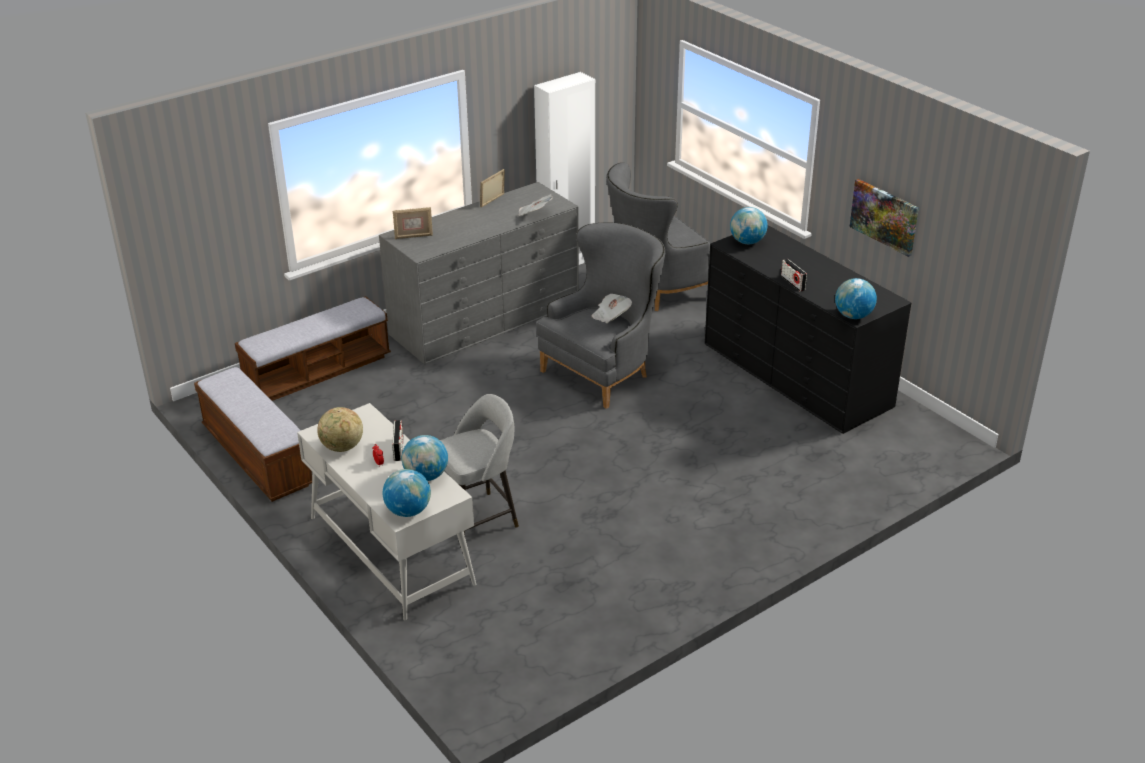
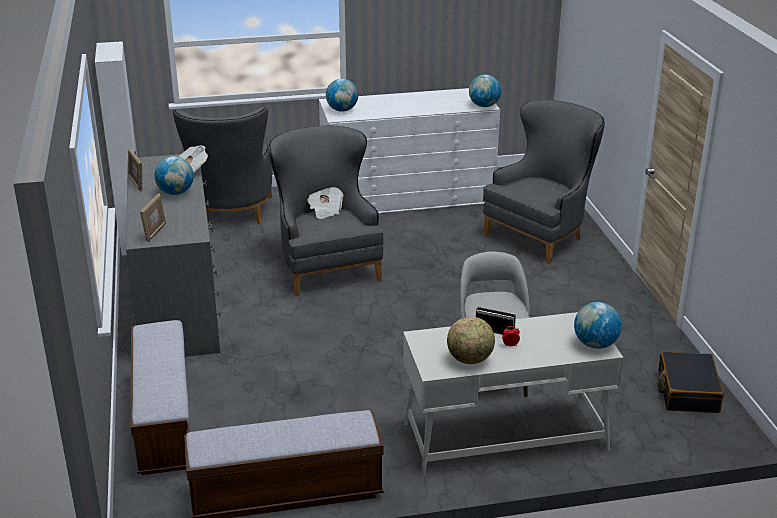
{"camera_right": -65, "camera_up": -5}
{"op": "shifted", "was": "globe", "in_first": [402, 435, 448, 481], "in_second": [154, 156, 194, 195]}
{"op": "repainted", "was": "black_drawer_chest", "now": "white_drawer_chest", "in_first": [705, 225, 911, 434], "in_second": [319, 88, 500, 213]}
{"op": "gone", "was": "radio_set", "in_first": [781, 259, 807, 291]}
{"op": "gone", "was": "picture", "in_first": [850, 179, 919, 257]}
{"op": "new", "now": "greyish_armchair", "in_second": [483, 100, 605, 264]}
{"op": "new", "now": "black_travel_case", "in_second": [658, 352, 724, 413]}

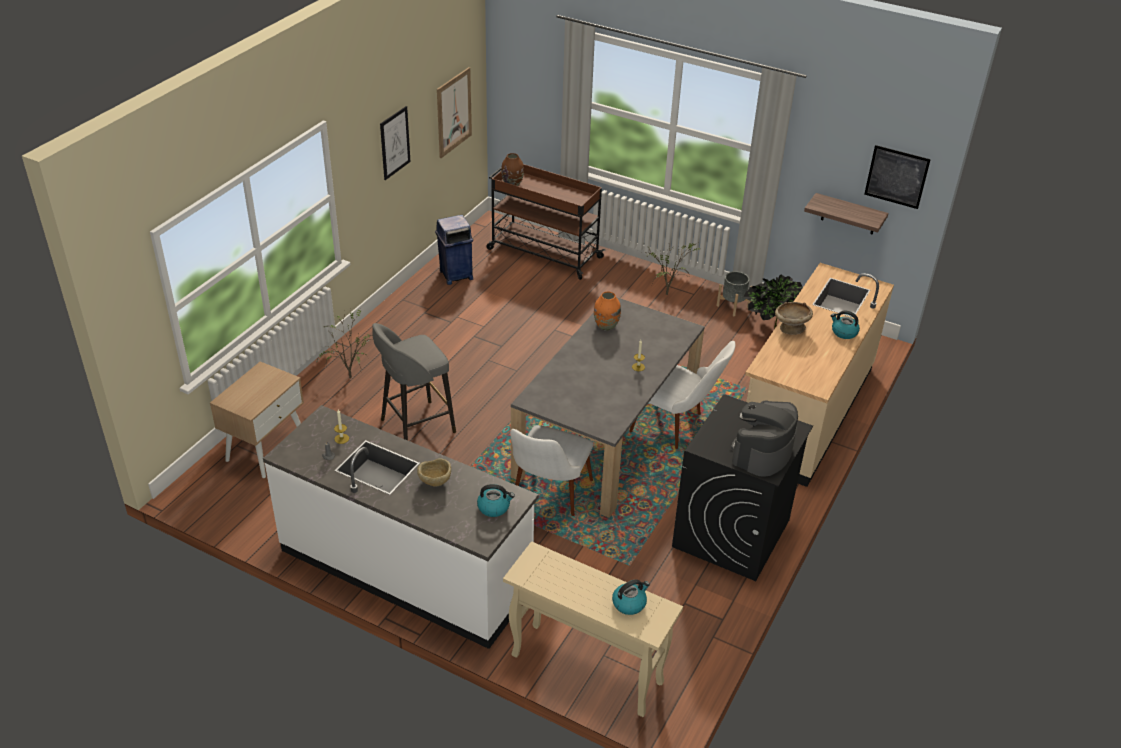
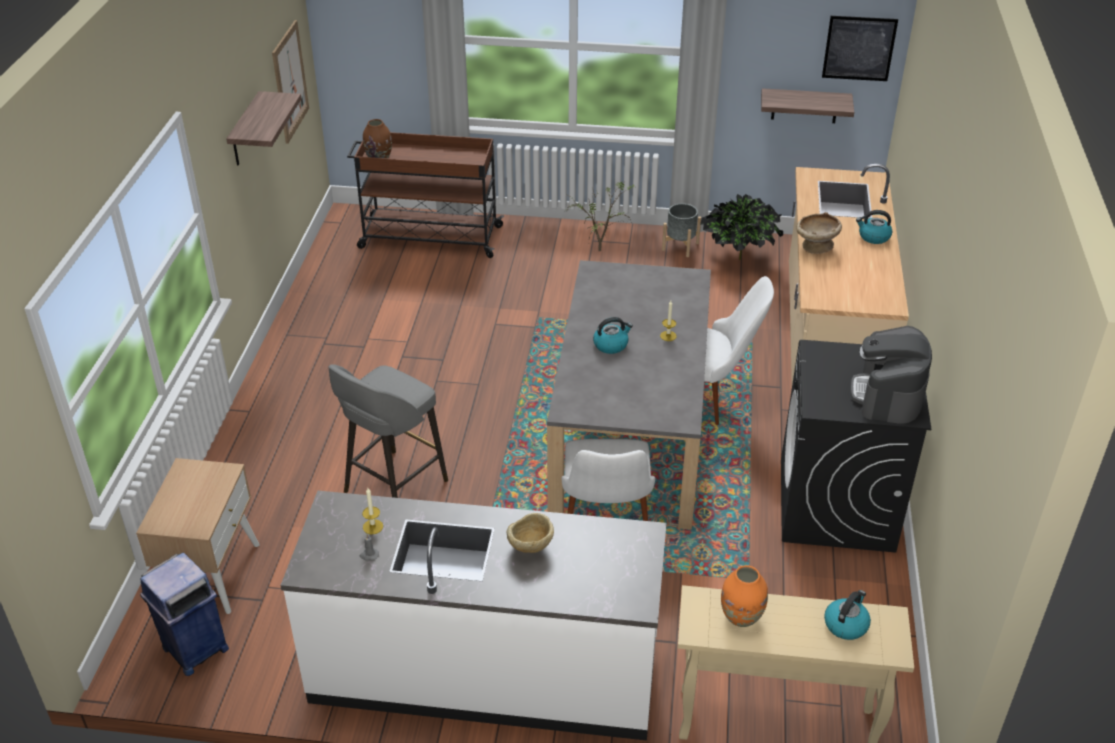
{"camera_right": -20, "camera_up": 0}
{"op": "gone", "was": "potted_plant", "in_first": [316, 308, 373, 379]}
{"op": "swapped", "was": "picture", "now": "wall_shelf", "in_first": [380, 106, 410, 180], "in_second": [226, 91, 302, 165]}
{"op": "shifted", "was": "blue-coloured_trash_can", "in_first": [435, 215, 473, 285], "in_second": [140, 553, 229, 676]}
{"op": "shifted", "was": "kettle", "in_first": [477, 484, 515, 517], "in_second": [593, 317, 633, 354]}
{"op": "shifted", "was": "orange-coloured_decorative_vase", "in_first": [594, 292, 621, 331], "in_second": [721, 565, 768, 627]}

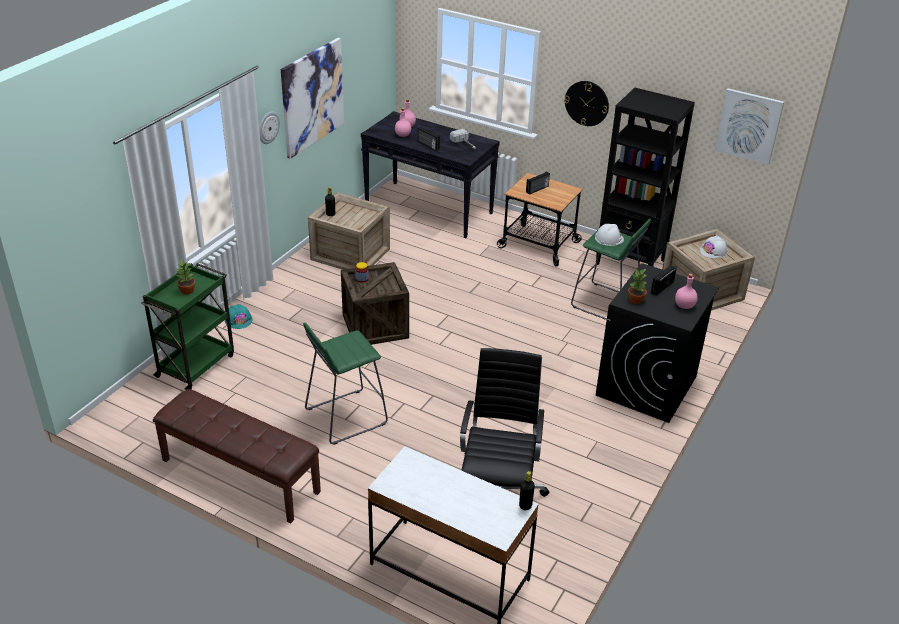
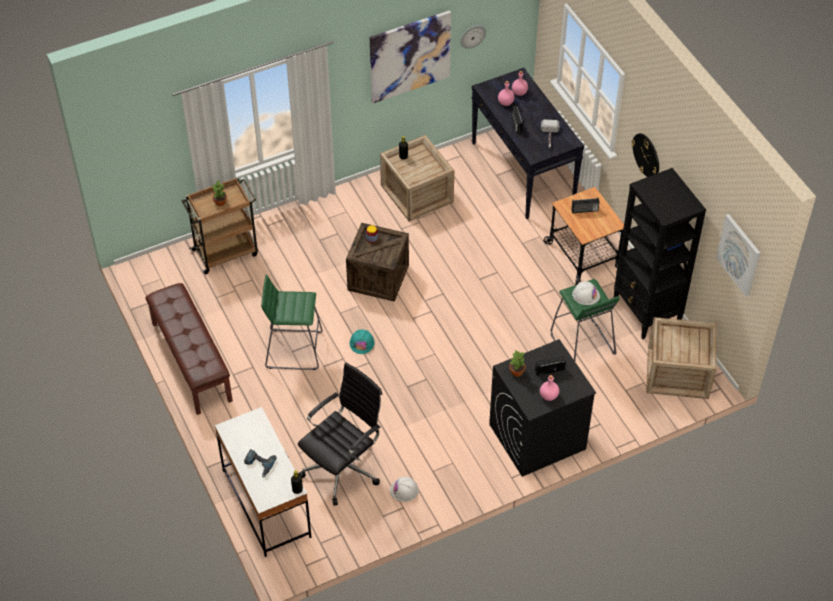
{"camera_right": 35, "camera_up": 15}
{"op": "repainted", "was": "green-coloured_trolley", "now": "brownish_trolley", "in_first": [141, 263, 234, 390], "in_second": [182, 177, 258, 274]}
{"op": "shifted", "was": "turquoise-coloured_hard_hat", "in_first": [225, 304, 252, 329], "in_second": [350, 330, 375, 354]}
{"op": "shifted", "was": "hanging_clock", "in_first": [259, 111, 280, 144], "in_second": [460, 25, 486, 49]}
{"op": "shifted", "was": "white_hard_hat", "in_first": [700, 235, 728, 258], "in_second": [390, 477, 419, 502]}
{"op": "new", "now": "drill", "in_second": [244, 449, 277, 478]}

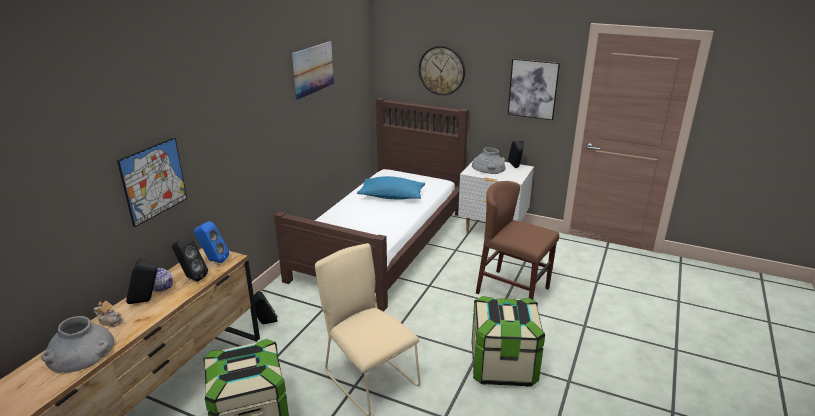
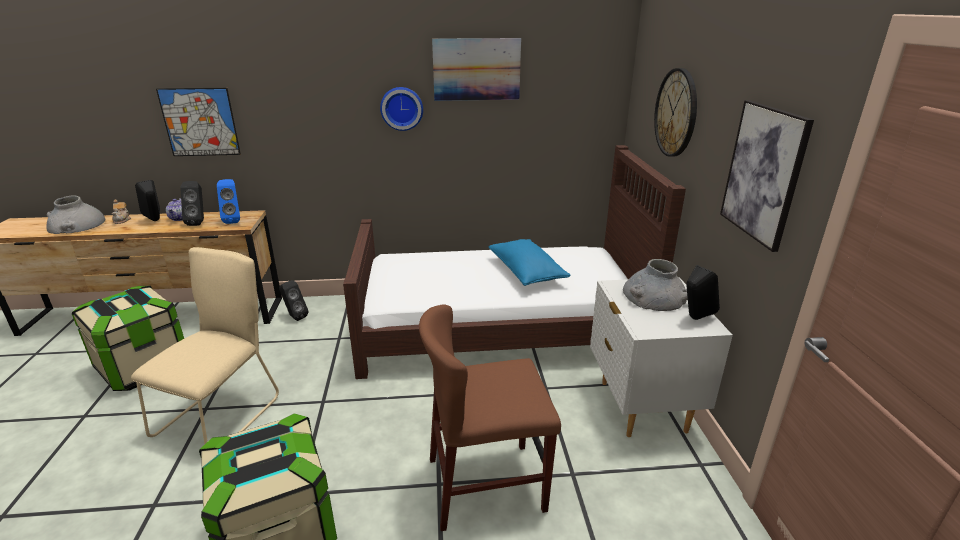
{"camera_right": 60, "camera_up": 0}
{"op": "rotated", "was": "brownish_plain_chair", "in_first": [476, 181, 559, 300], "in_second": [419, 305, 561, 531], "clockwise": -105}
{"op": "new", "now": "hanging_clock", "in_second": [380, 87, 423, 131]}

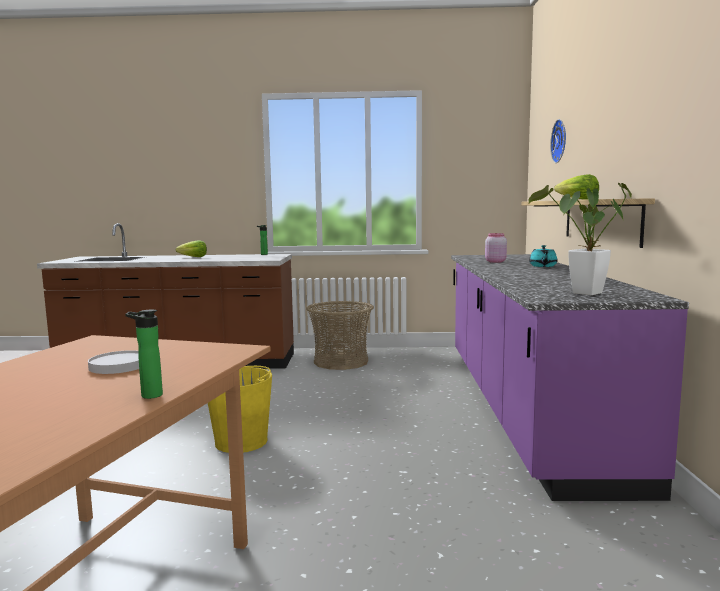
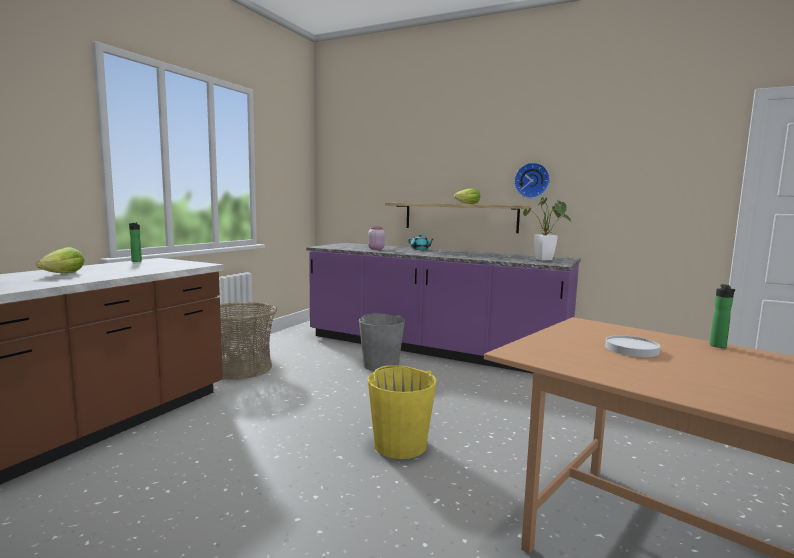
{"camera_right": -65, "camera_up": 0}
{"op": "shifted", "was": "hanging_clock", "in_first": [550, 119, 566, 163], "in_second": [514, 162, 550, 198]}
{"op": "new", "now": "greyish_pail", "in_second": [359, 314, 405, 371]}

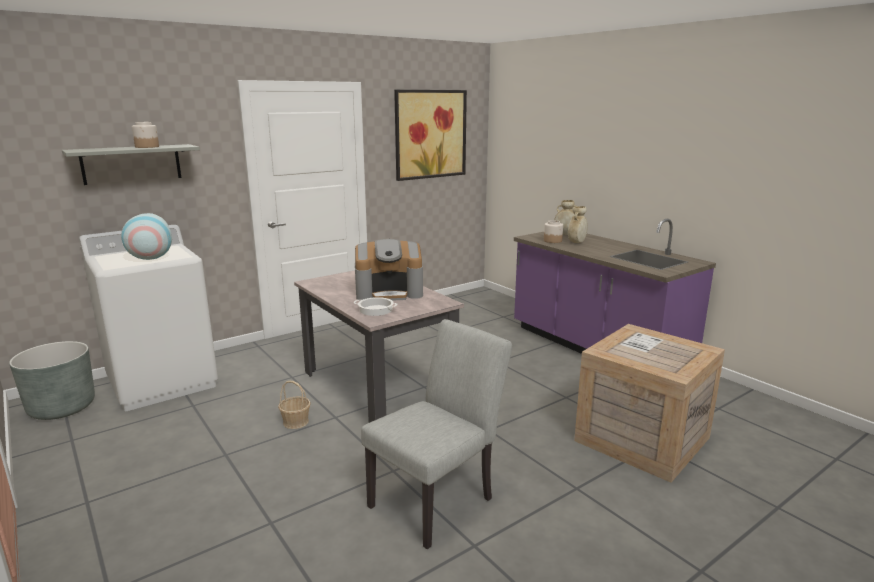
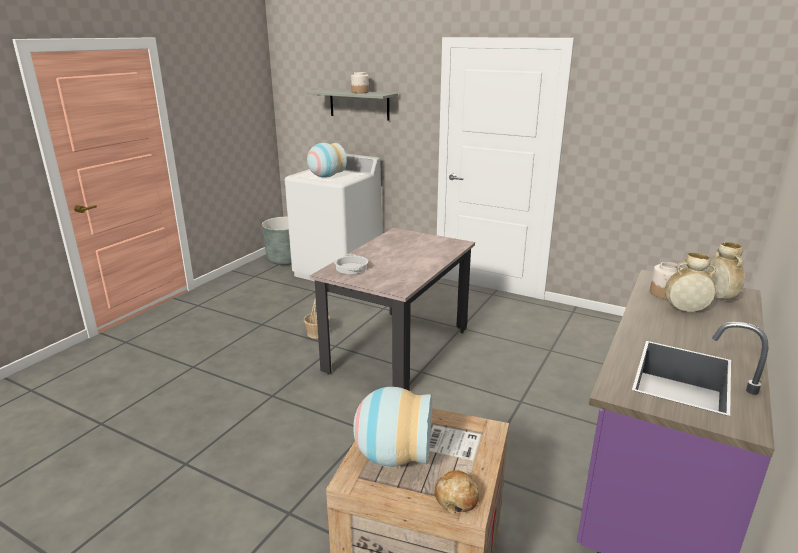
{"camera_right": 65, "camera_up": 5}
{"op": "gone", "was": "coffee_brewer", "in_first": [355, 239, 423, 301]}
{"op": "gone", "was": "greyish_plain_chair", "in_first": [361, 319, 512, 550]}
{"op": "gone", "was": "picture", "in_first": [394, 90, 467, 181]}
{"op": "new", "now": "decorative_vase", "in_second": [353, 387, 432, 467]}
{"op": "new", "now": "bakery_bread", "in_second": [434, 470, 479, 513]}

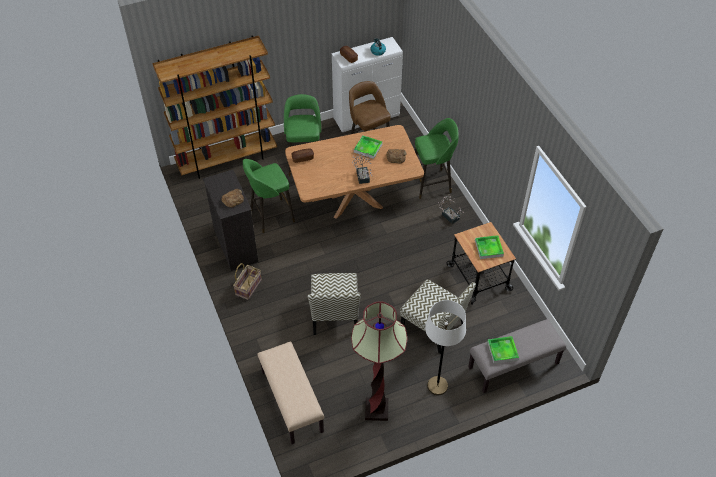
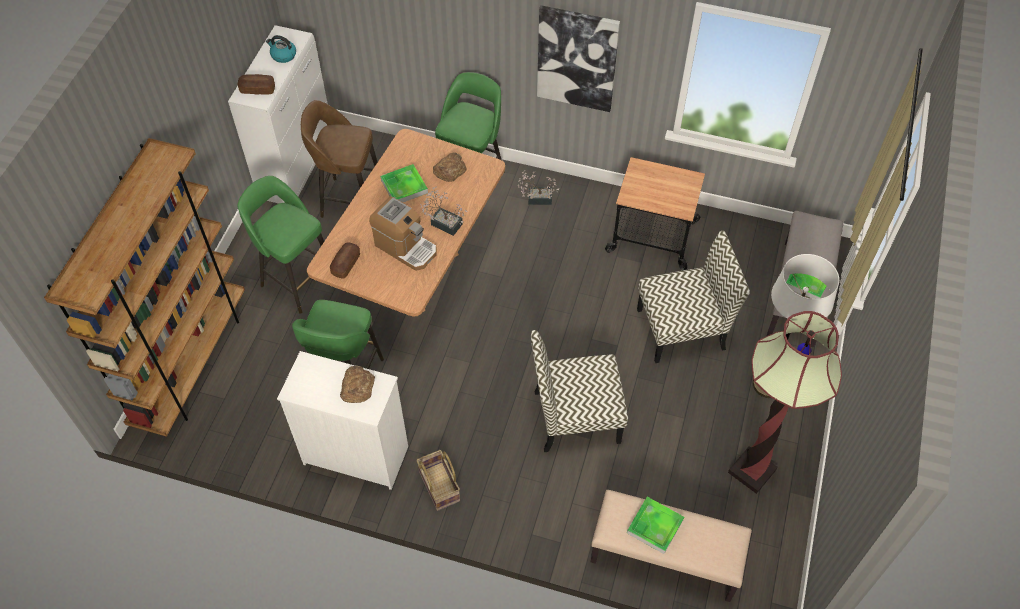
{"camera_right": -50, "camera_up": 5}
{"op": "repainted", "was": "black_drawer_chest", "now": "white_drawer_chest", "in_first": [203, 170, 258, 271], "in_second": [277, 351, 408, 490]}
{"op": "rotated", "was": "plain_chair", "in_first": [308, 273, 361, 335], "in_second": [531, 330, 628, 452], "clockwise": 135}
{"op": "shifted", "was": "tray", "in_first": [475, 235, 504, 259], "in_second": [627, 497, 684, 554]}
{"op": "new", "now": "coffee_brewer", "in_second": [369, 196, 437, 271]}
{"op": "new", "now": "picture", "in_second": [537, 5, 620, 112]}

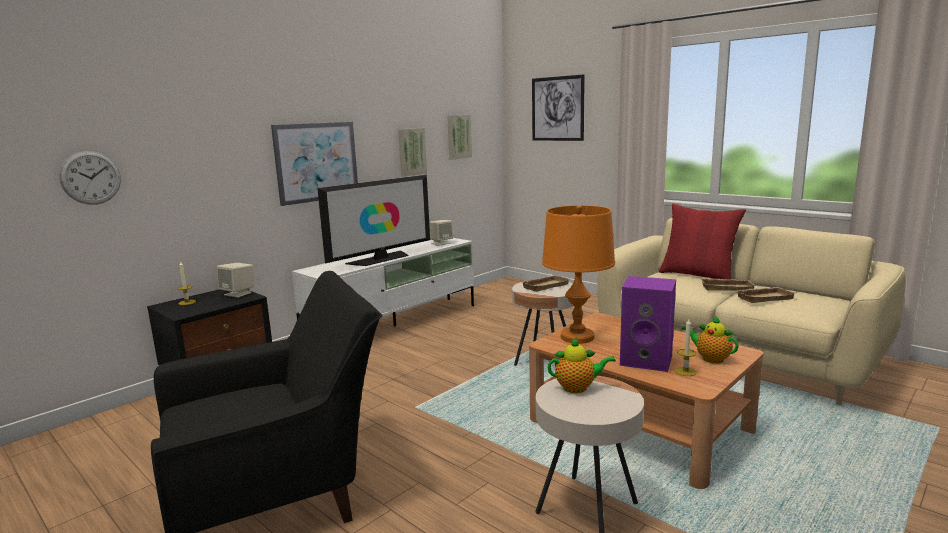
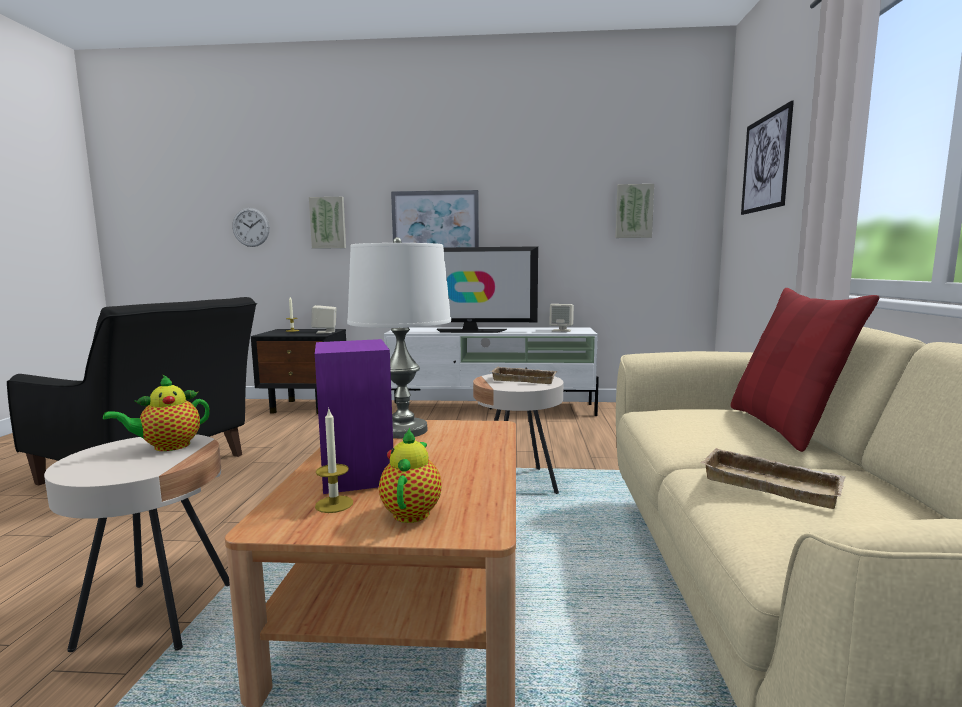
{"camera_right": 50, "camera_up": -5}
{"op": "shifted", "was": "picture", "in_first": [398, 128, 427, 176], "in_second": [309, 197, 346, 249]}
{"op": "repainted", "was": "orange-coloured_lamp_for_a_table", "now": "white_lamp_for_a_table", "in_first": [542, 205, 615, 344], "in_second": [347, 237, 451, 438]}
{"op": "rotated", "was": "teapot", "in_first": [548, 338, 616, 393], "in_second": [103, 375, 210, 451], "clockwise": 90}
{"op": "gone", "was": "sand-coloured_tray", "in_first": [700, 278, 756, 291]}

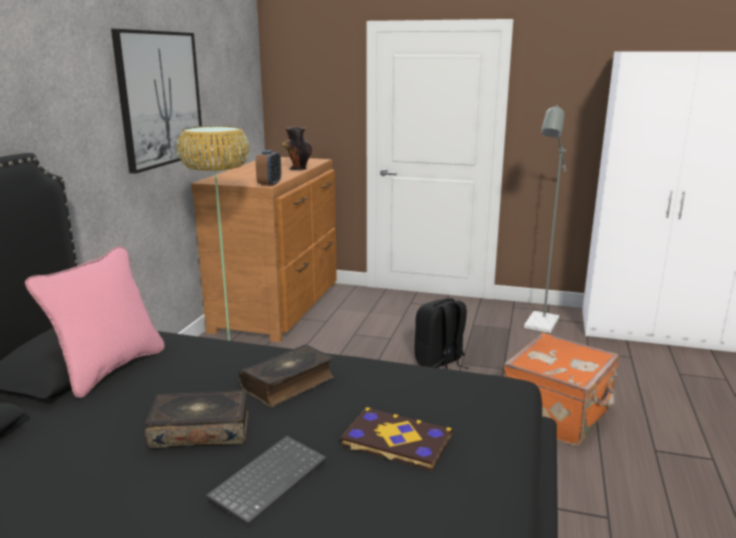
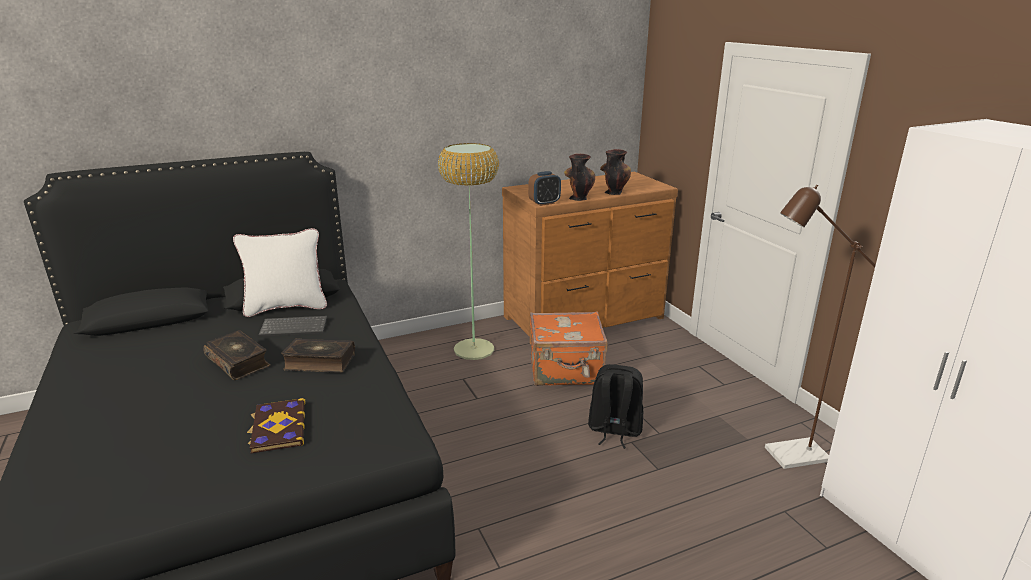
{"camera_right": 50, "camera_up": 5}
{"op": "repainted", "was": "pink_cushion", "now": "white_cushion", "in_first": [25, 246, 165, 398], "in_second": [233, 228, 327, 317]}
{"op": "gone", "was": "picture", "in_first": [111, 29, 204, 174]}
{"op": "shifted", "was": "computer_keyboard", "in_first": [206, 436, 326, 526], "in_second": [259, 316, 327, 336]}
{"op": "shifted", "was": "orange-coloured_travel_case", "in_first": [503, 333, 619, 446], "in_second": [530, 311, 608, 386]}
{"op": "repainted", "was": "greyish_floor_lamp", "now": "brownish_floor_lamp", "in_first": [524, 104, 566, 333], "in_second": [765, 185, 876, 469]}
{"op": "new", "now": "decorative_vase", "in_second": [564, 154, 595, 201]}

